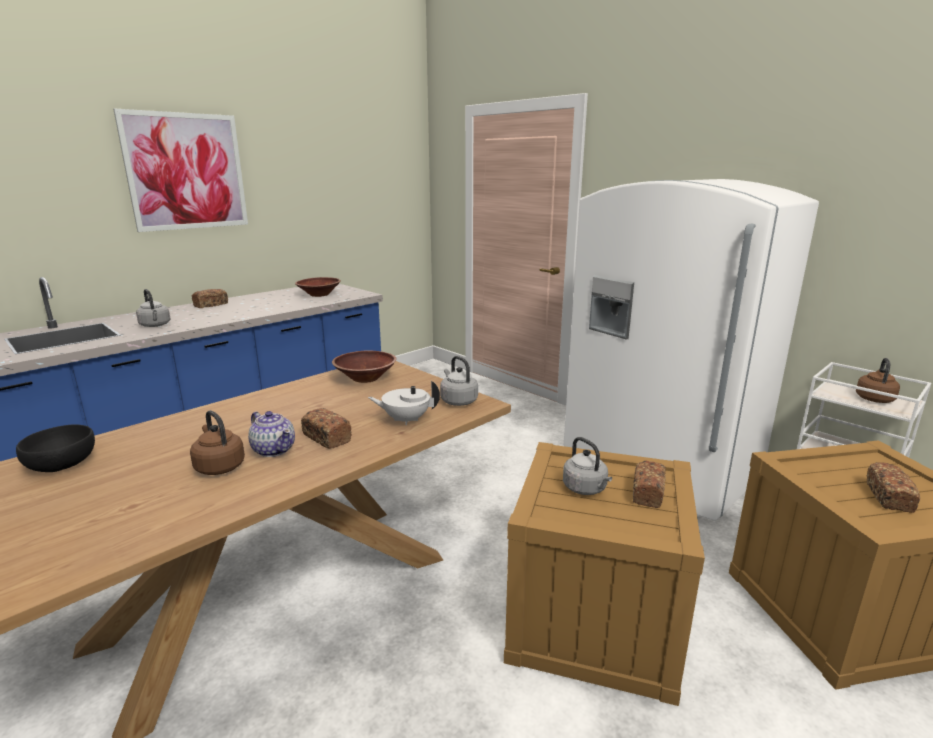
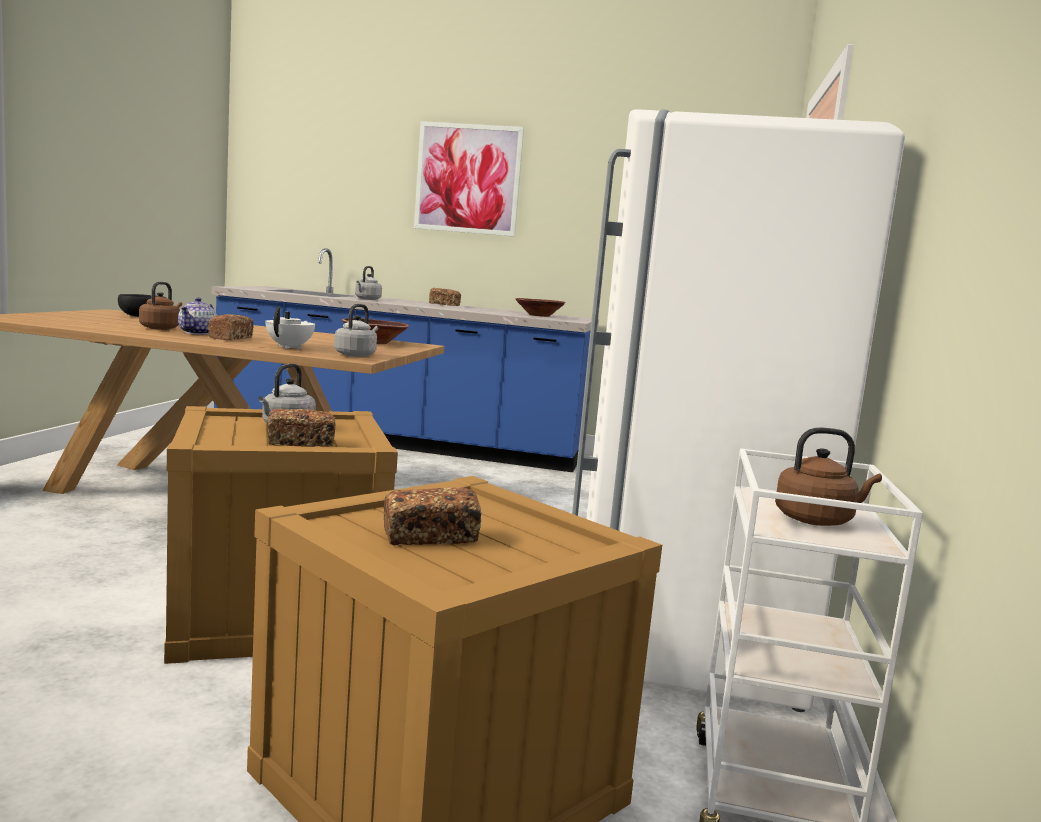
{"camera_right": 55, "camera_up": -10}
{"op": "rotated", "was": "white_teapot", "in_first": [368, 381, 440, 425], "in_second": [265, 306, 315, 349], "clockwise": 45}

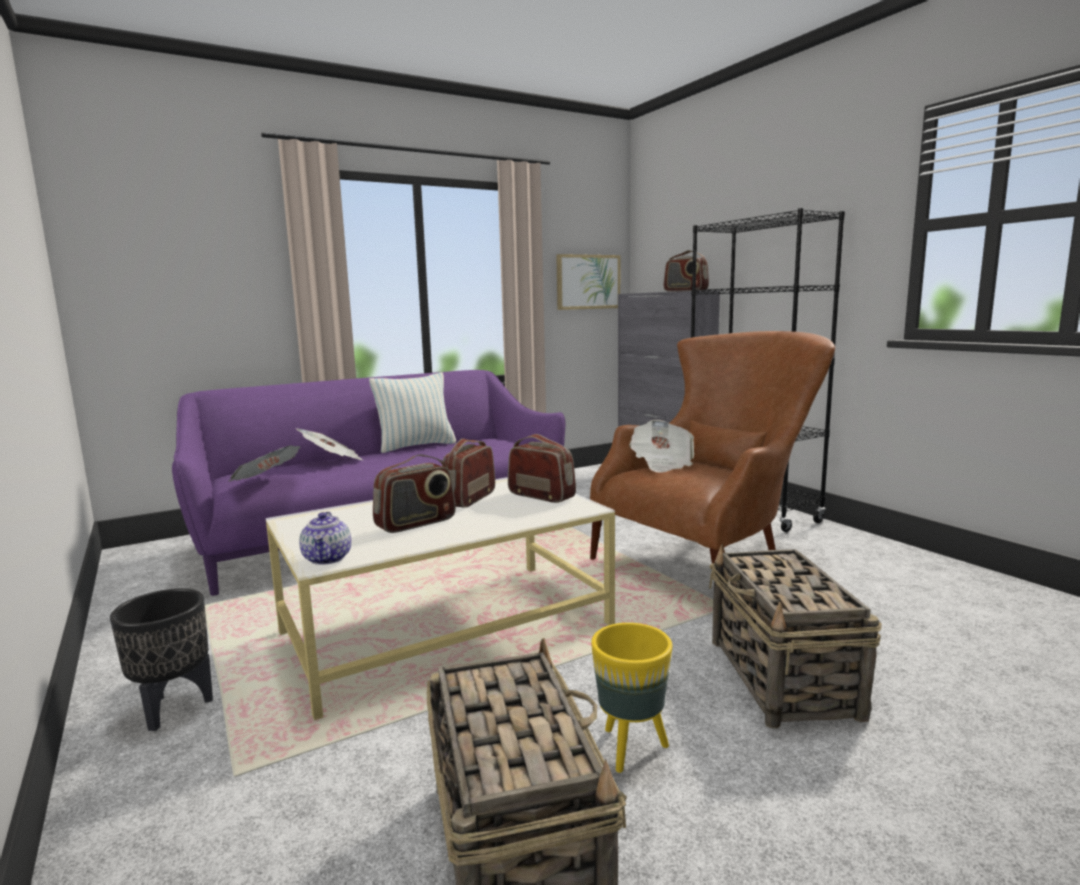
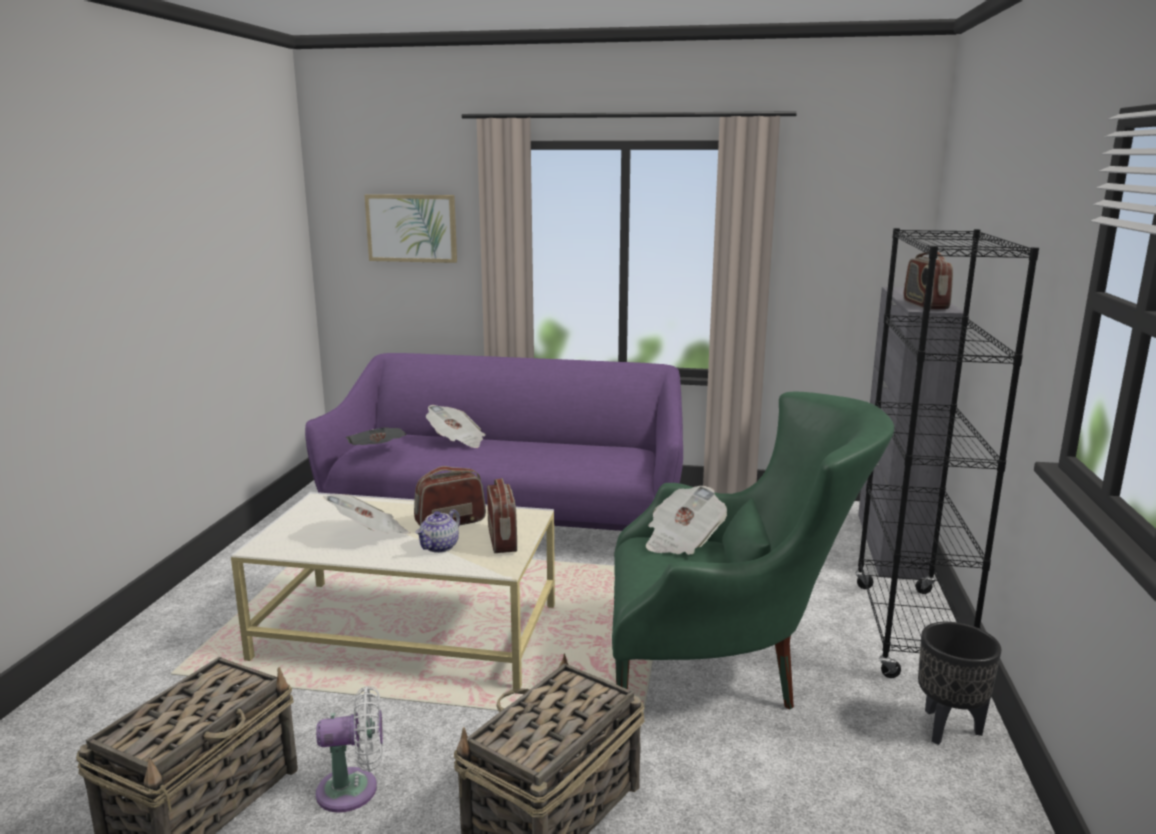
{"camera_right": 40, "camera_up": 5}
{"op": "shifted", "was": "black_planter", "in_first": [110, 588, 213, 731], "in_second": [918, 622, 1002, 745]}
{"op": "shifted", "was": "teapot", "in_first": [299, 512, 351, 565], "in_second": [415, 509, 460, 553]}
{"op": "gone", "was": "cushion", "in_first": [369, 373, 456, 453]}
{"op": "swapped", "was": "radio_set", "now": "printed_paper", "in_first": [373, 455, 456, 533], "in_second": [323, 494, 410, 534]}
{"op": "shifted", "was": "picture", "in_first": [556, 254, 620, 310], "in_second": [364, 194, 457, 263]}
{"op": "repainted", "was": "brownish_armchair", "now": "green-coloured_armchair", "in_first": [590, 331, 835, 563], "in_second": [612, 391, 894, 710]}
{"op": "swapped", "was": "yellow-coloured_planter", "now": "white_cooling_fan", "in_first": [591, 623, 672, 773], "in_second": [316, 686, 383, 813]}

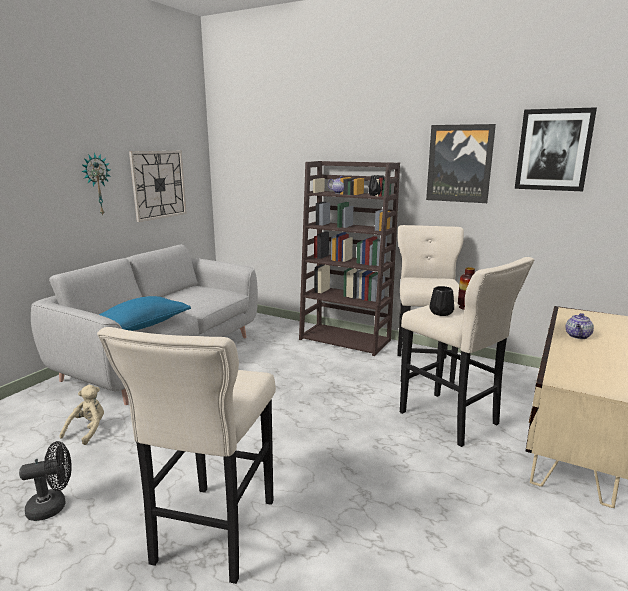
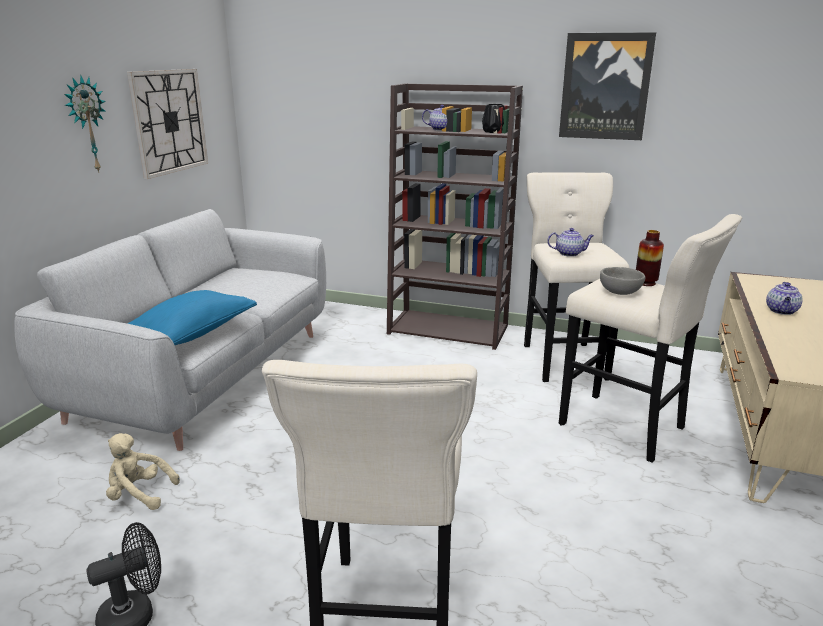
{"camera_right": -10, "camera_up": 5}
{"op": "rotated", "was": "sand-coloured_cuddly_toy", "in_first": [60, 385, 104, 445], "in_second": [106, 433, 180, 510], "clockwise": -90}
{"op": "swapped", "was": "black_decorative_vase", "now": "greyish_serving_bowl", "in_first": [429, 286, 454, 316], "in_second": [600, 267, 645, 295]}
{"op": "gone", "was": "picture", "in_first": [515, 107, 597, 191]}
{"op": "new", "now": "teapot", "in_second": [547, 228, 594, 257]}

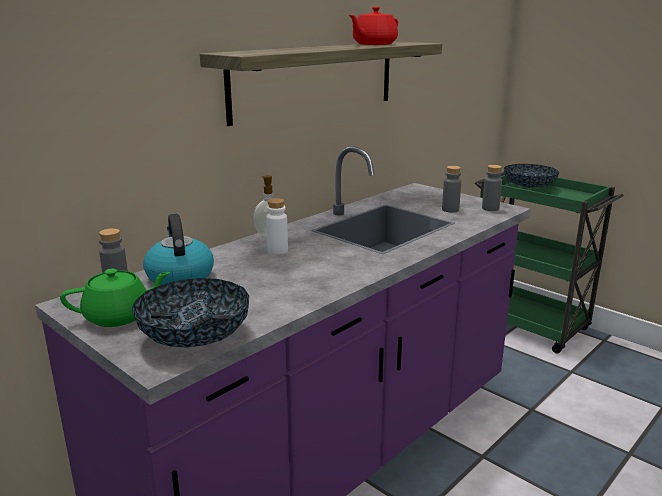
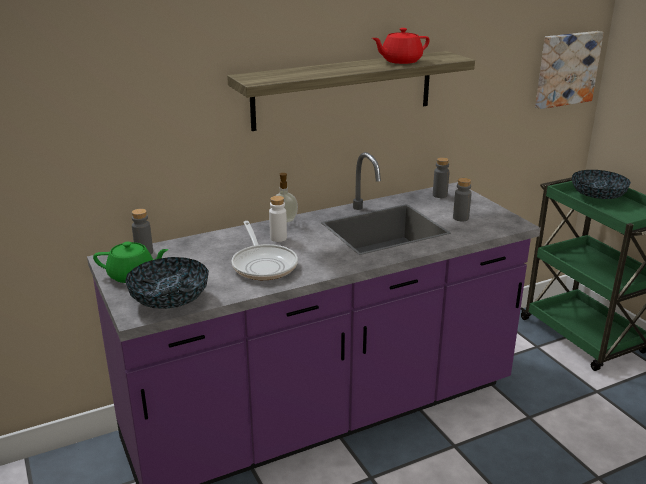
{"camera_right": 20, "camera_up": 5}
{"op": "gone", "was": "kettle", "in_first": [143, 214, 214, 285]}
{"op": "shifted", "was": "greyish_beverage_bottle", "in_first": [482, 165, 502, 211], "in_second": [433, 157, 450, 198]}
{"op": "new", "now": "frying_pan", "in_second": [232, 221, 298, 280]}
{"op": "new", "now": "picture", "in_second": [535, 31, 604, 109]}

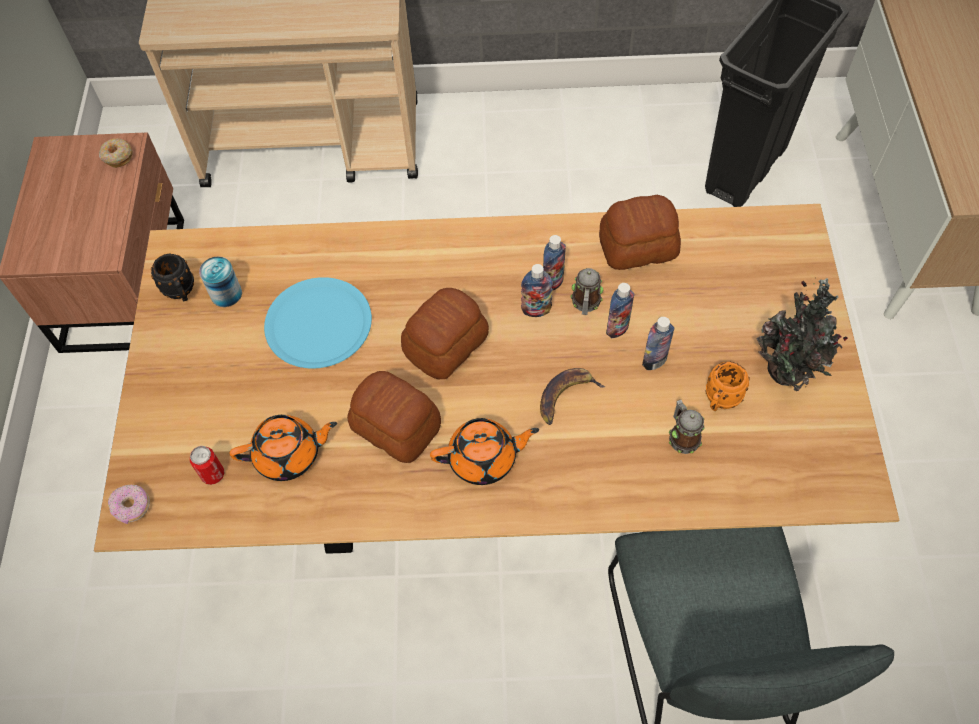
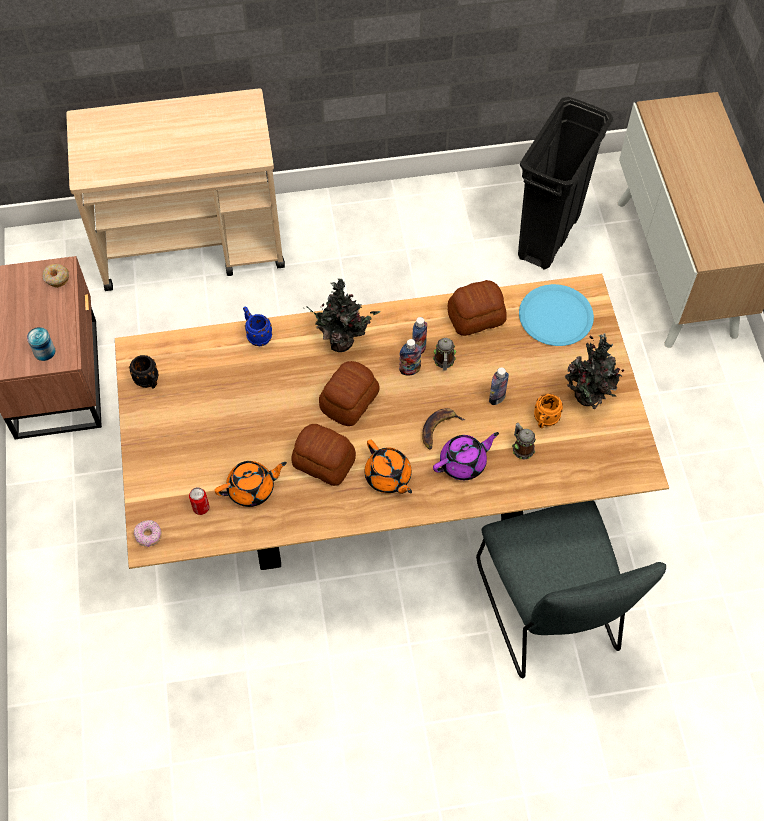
{"camera_right": -10, "camera_up": 0}
{"op": "shifted", "was": "can", "in_first": [199, 257, 242, 307], "in_second": [27, 327, 56, 361]}
{"op": "shifted", "was": "blue-coloured_flat_dish", "in_first": [264, 277, 372, 369], "in_second": [519, 284, 594, 346]}
{"op": "rotated", "was": "orange-coloured_teapot", "in_first": [430, 418, 539, 485], "in_second": [365, 439, 412, 494], "clockwise": 75}
{"op": "gone", "was": "beverage_bottle", "in_first": [606, 283, 634, 338]}
{"op": "new", "now": "blue-coloured_coffee_mug", "in_second": [243, 307, 272, 346]}
{"op": "new", "now": "potted_plant", "in_second": [306, 279, 380, 352]}
{"op": "new", "now": "purple-coloured_teapot", "in_second": [433, 432, 499, 480]}

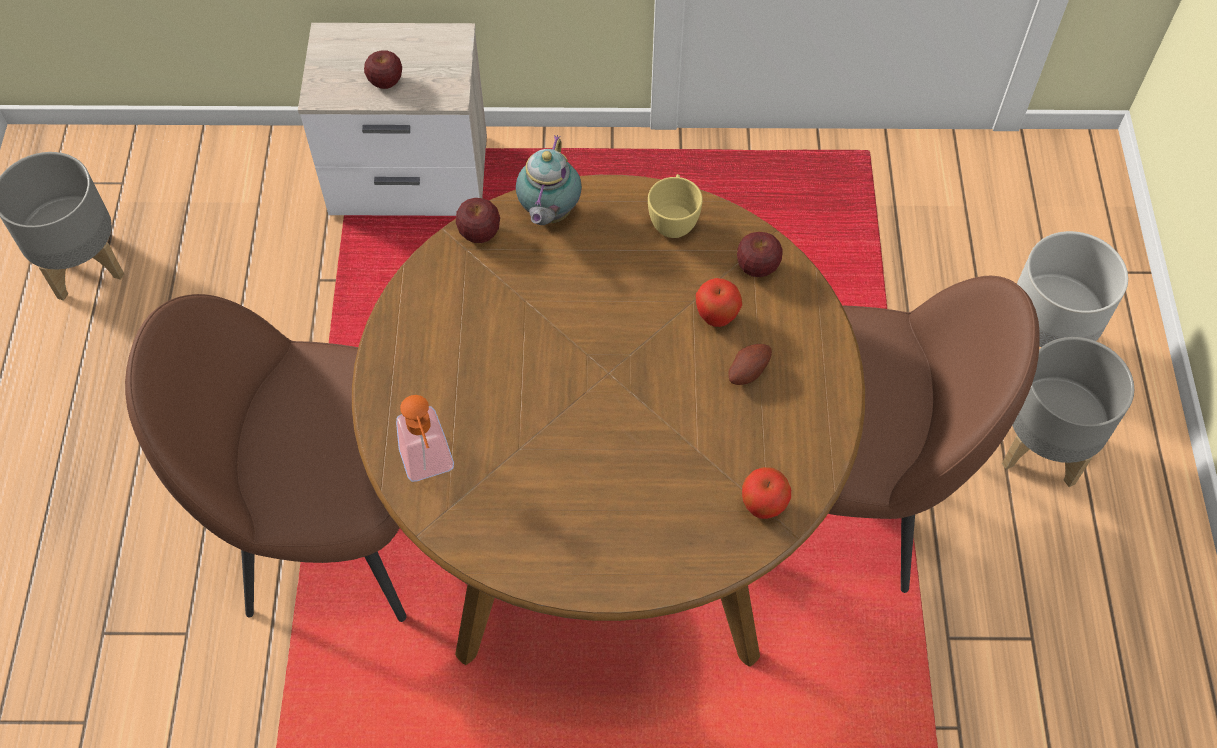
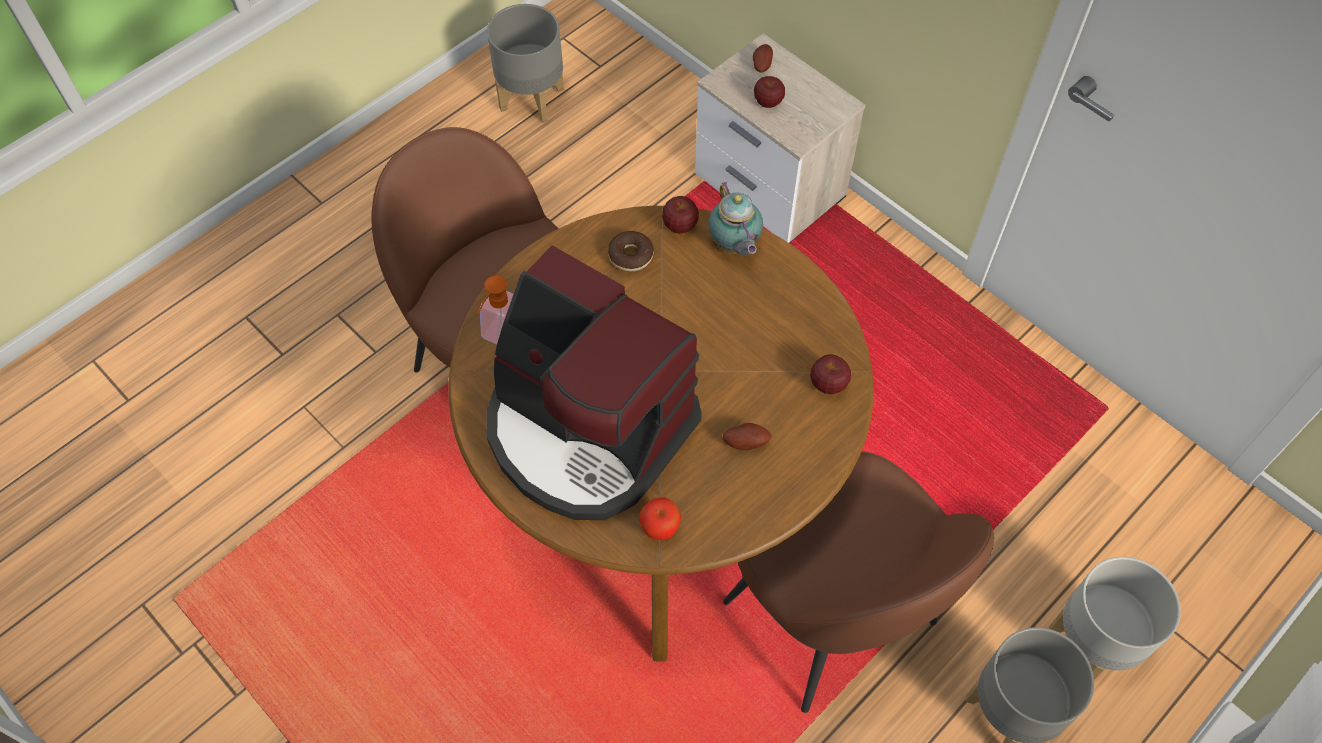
{"camera_right": 45, "camera_up": 0}
{"op": "rotated", "was": "teapot", "in_first": [516, 135, 582, 225], "in_second": [708, 182, 763, 255], "clockwise": -75}
{"op": "gone", "was": "yellow-coloured_small_cup", "in_first": [648, 174, 703, 238]}
{"op": "gone", "was": "apple_fruit", "in_first": [696, 278, 742, 327]}
{"op": "new", "now": "coffee_brewer", "in_second": [486, 245, 702, 520]}
{"op": "new", "now": "ring_doughnut", "in_second": [608, 231, 654, 271]}
{"op": "new", "now": "whole_potato", "in_second": [752, 44, 773, 73]}

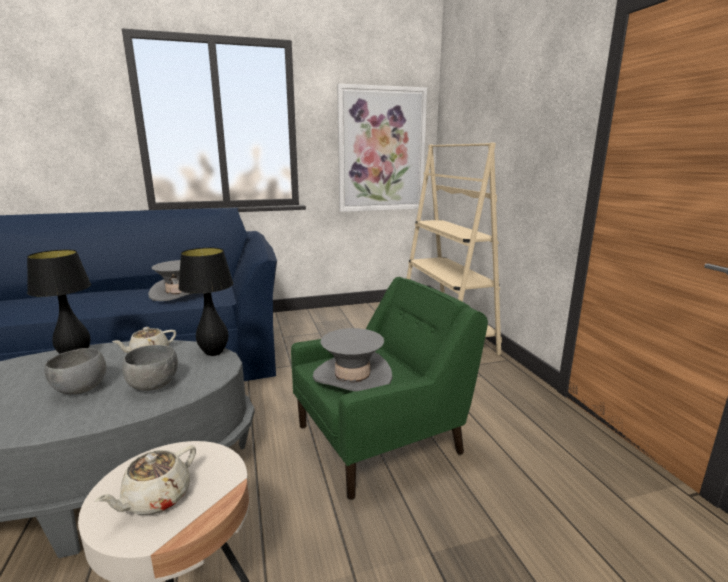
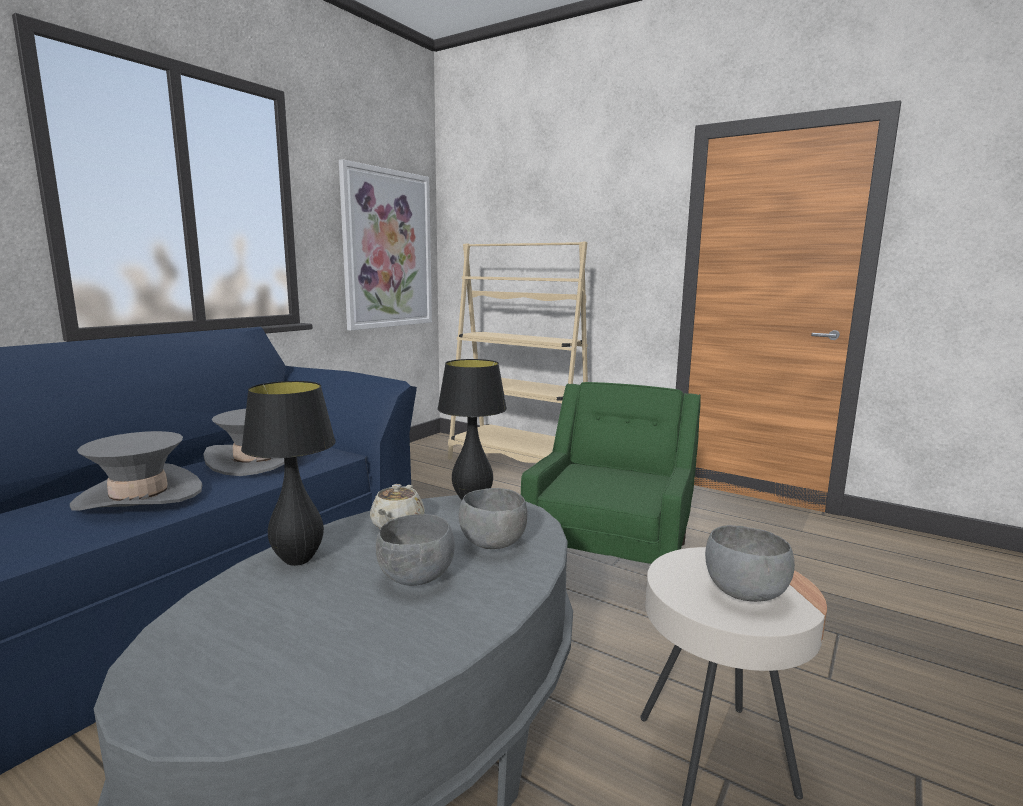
{"camera_right": -40, "camera_up": -5}
{"op": "swapped", "was": "sand-coloured_teapot", "now": "greyish_serving_bowl", "in_first": [95, 445, 196, 515], "in_second": [705, 525, 795, 602]}
{"op": "shifted", "was": "greyish_wearable_hat", "in_first": [313, 328, 392, 392], "in_second": [70, 431, 202, 510]}

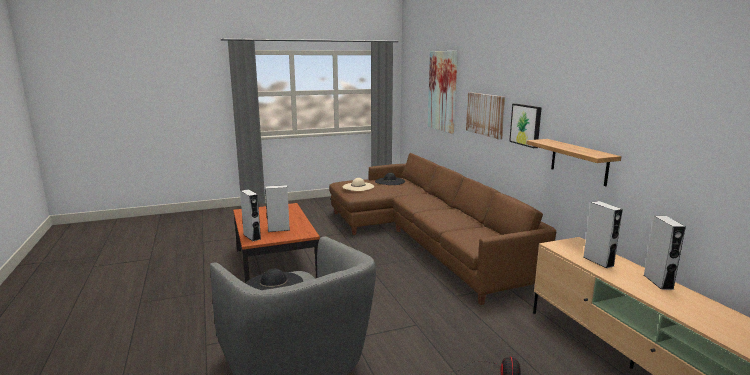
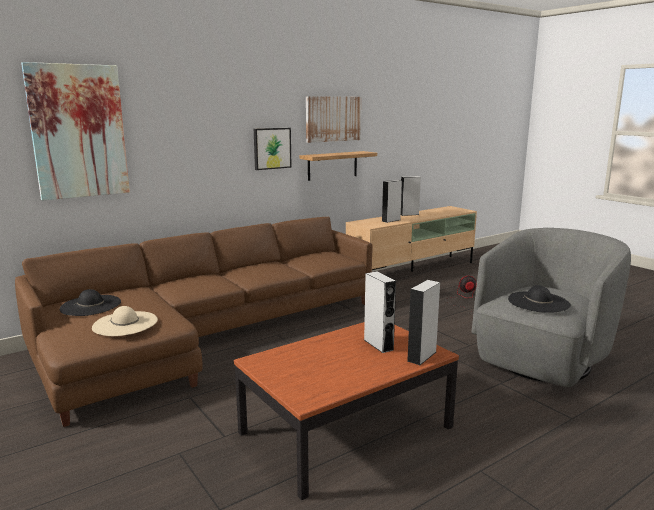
{"camera_right": -105, "camera_up": 0}
{"op": "shifted", "was": "picture", "in_first": [466, 92, 505, 140], "in_second": [306, 96, 361, 143]}

